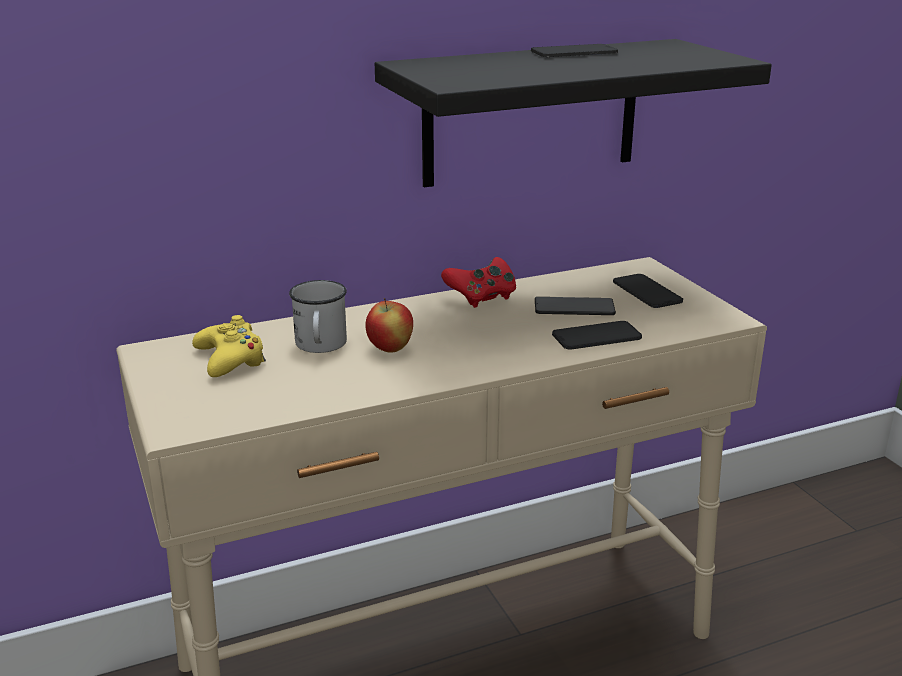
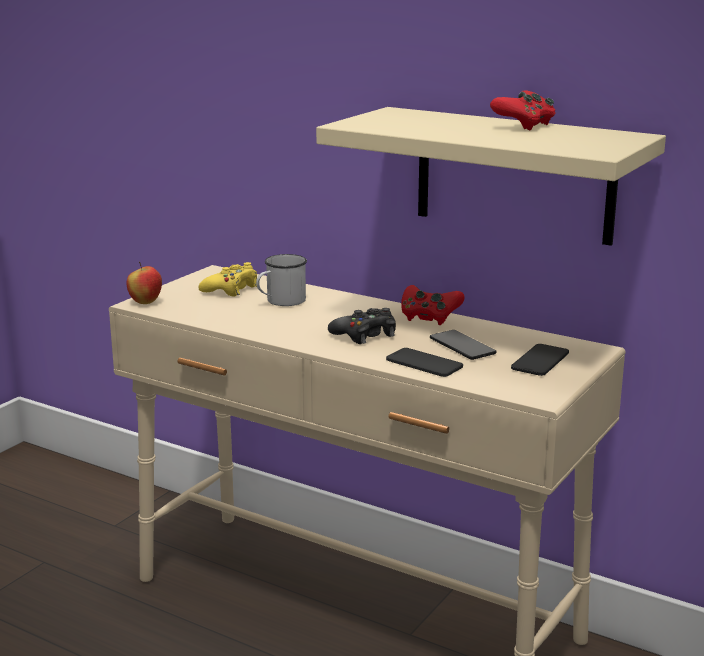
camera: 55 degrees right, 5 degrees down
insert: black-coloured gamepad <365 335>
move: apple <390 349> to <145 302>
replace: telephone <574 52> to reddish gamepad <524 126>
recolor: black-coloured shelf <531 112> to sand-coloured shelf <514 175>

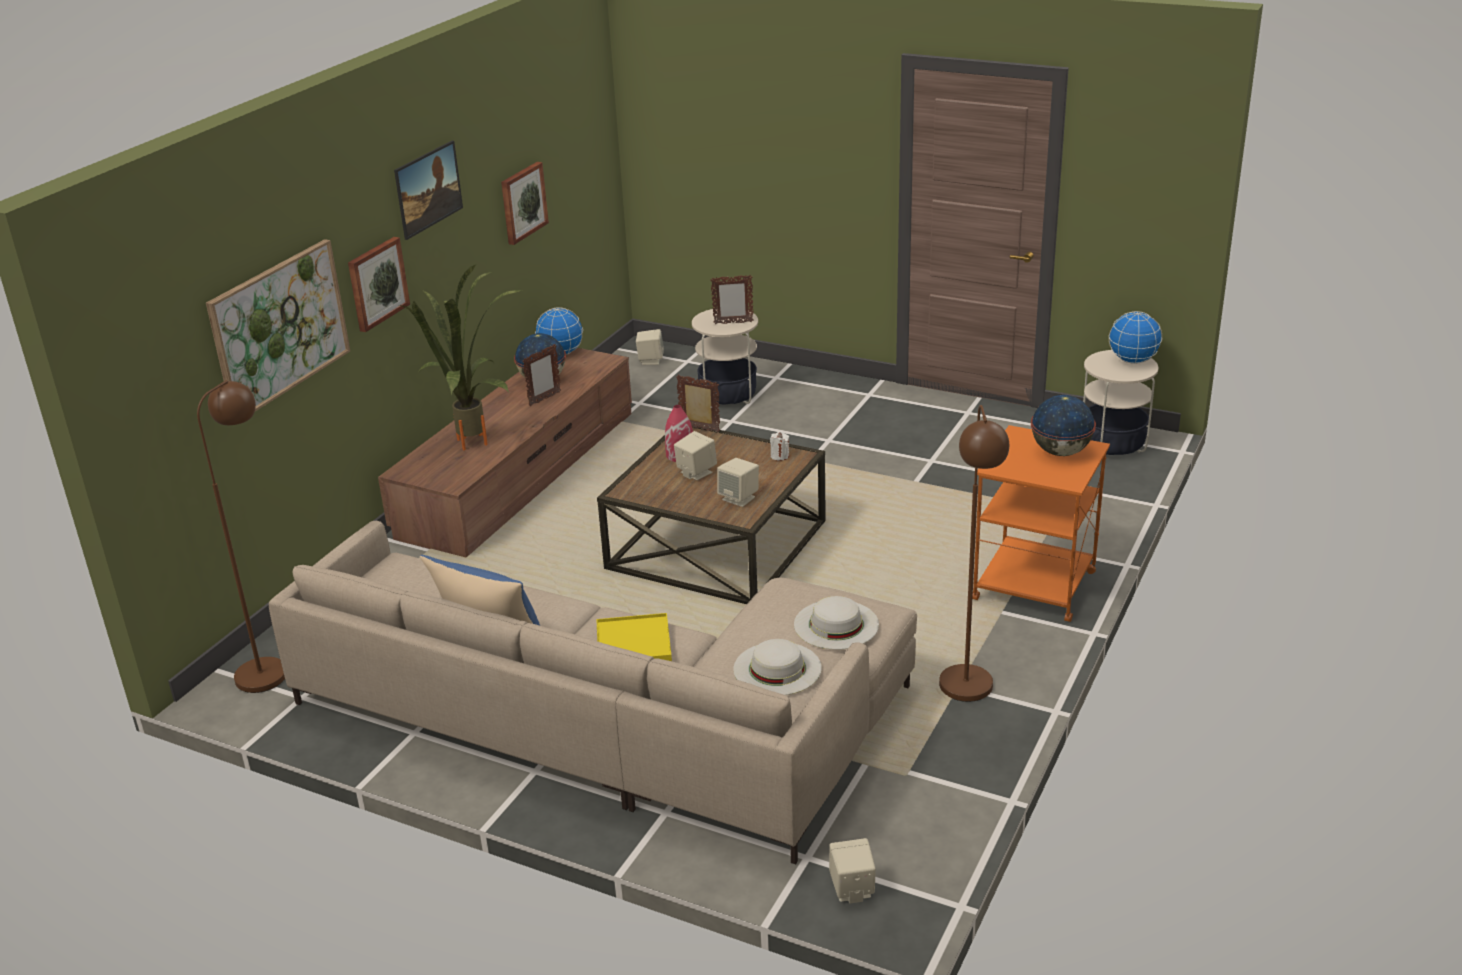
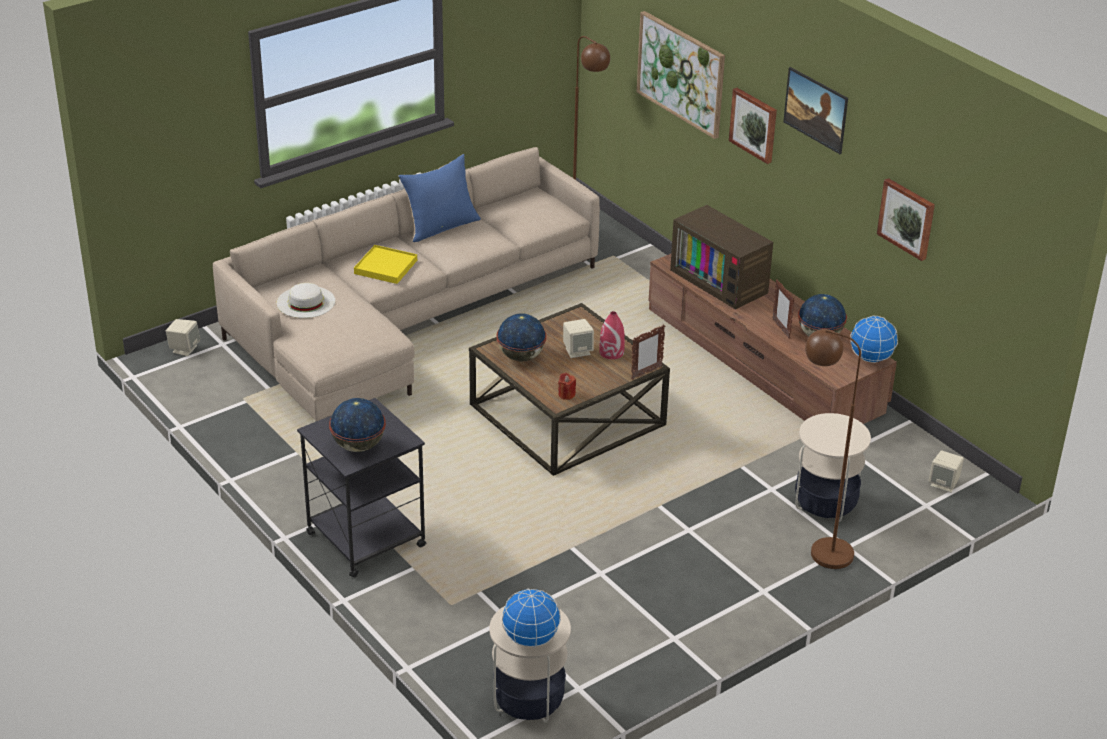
camera: 115 degrees right, 5 degrees up
delete: photo frame <733 323>; white wearable hat <836 624>
move: brownish standing lamp <968 696> to <819 551>
replace: potted plant <471 447> to TV set <721 281>; sand-coloured speaker <739 498> to globe <521 357>
recolor: white candle <780 456> to reddish candle <566 394>; orangey wheeled cart <1034 587> to black-coloured wheeled cart <365 538>

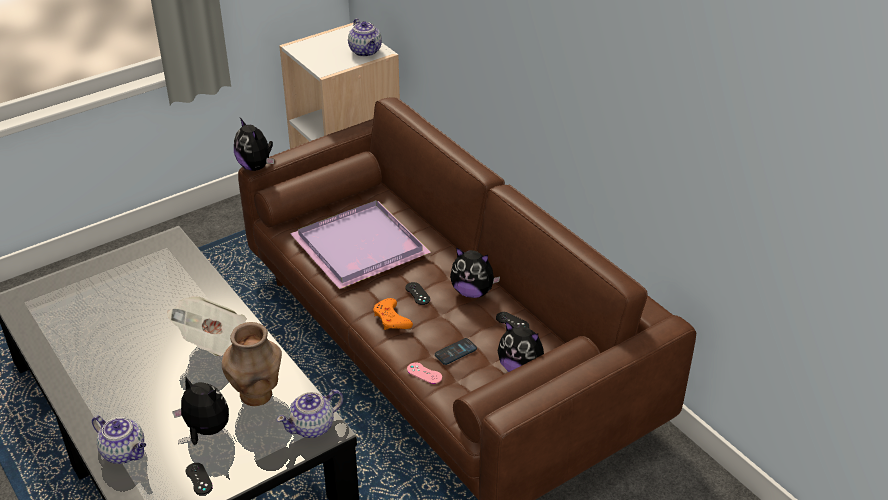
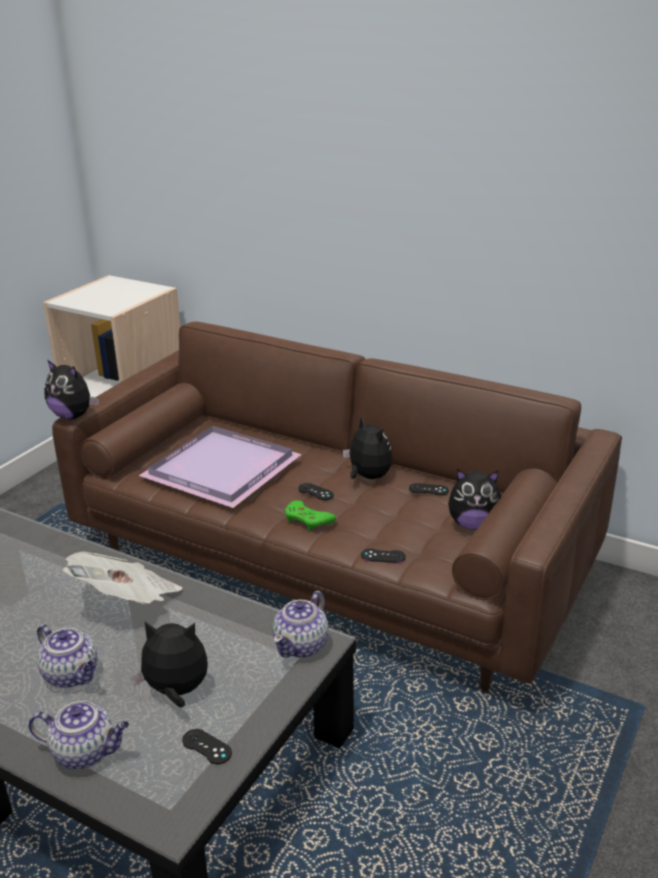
camera: 25 degrees left, 10 degrees down
delete: brownish vase <257 395>; telephone <455 352>
move: tea pot <366 52> to <72 675>
recolor: orangey gamepad <391 319> to green gamepad <308 520>; pink-coloured gamepad <424 373> to black-coloured gamepad <383 556>
rotate: soft toy <472 292> = <367 477> 120 degrees counterclockwise

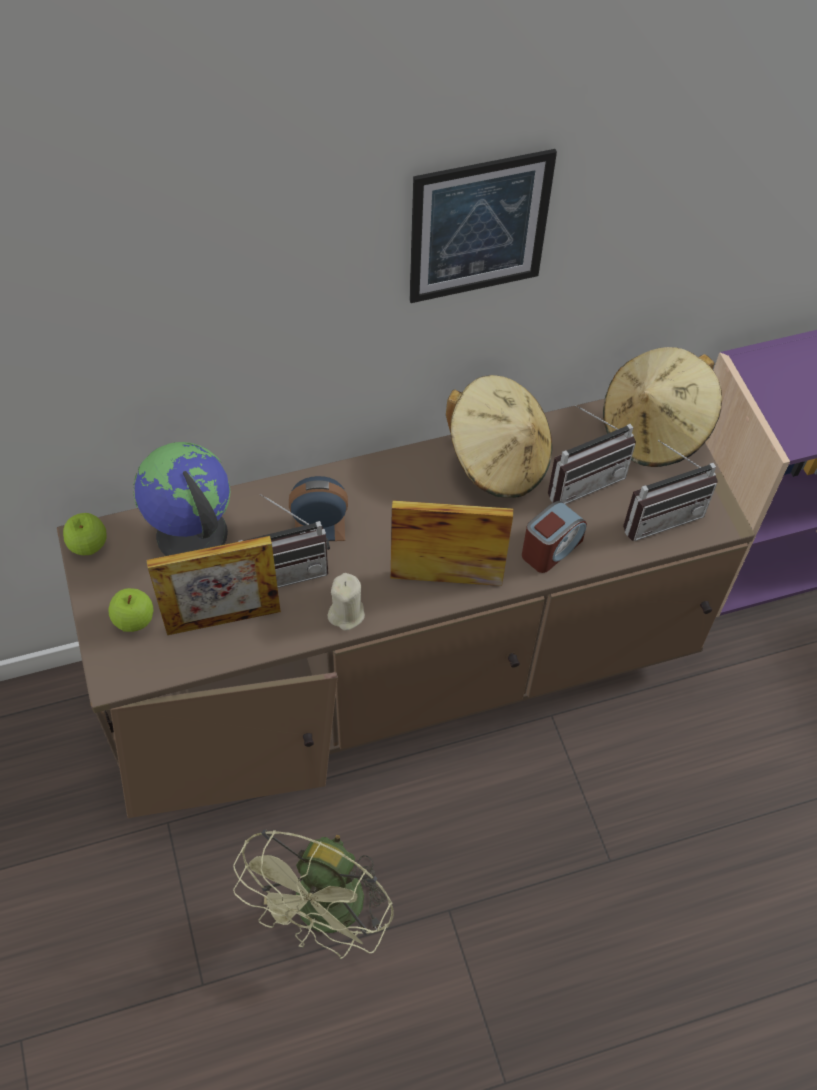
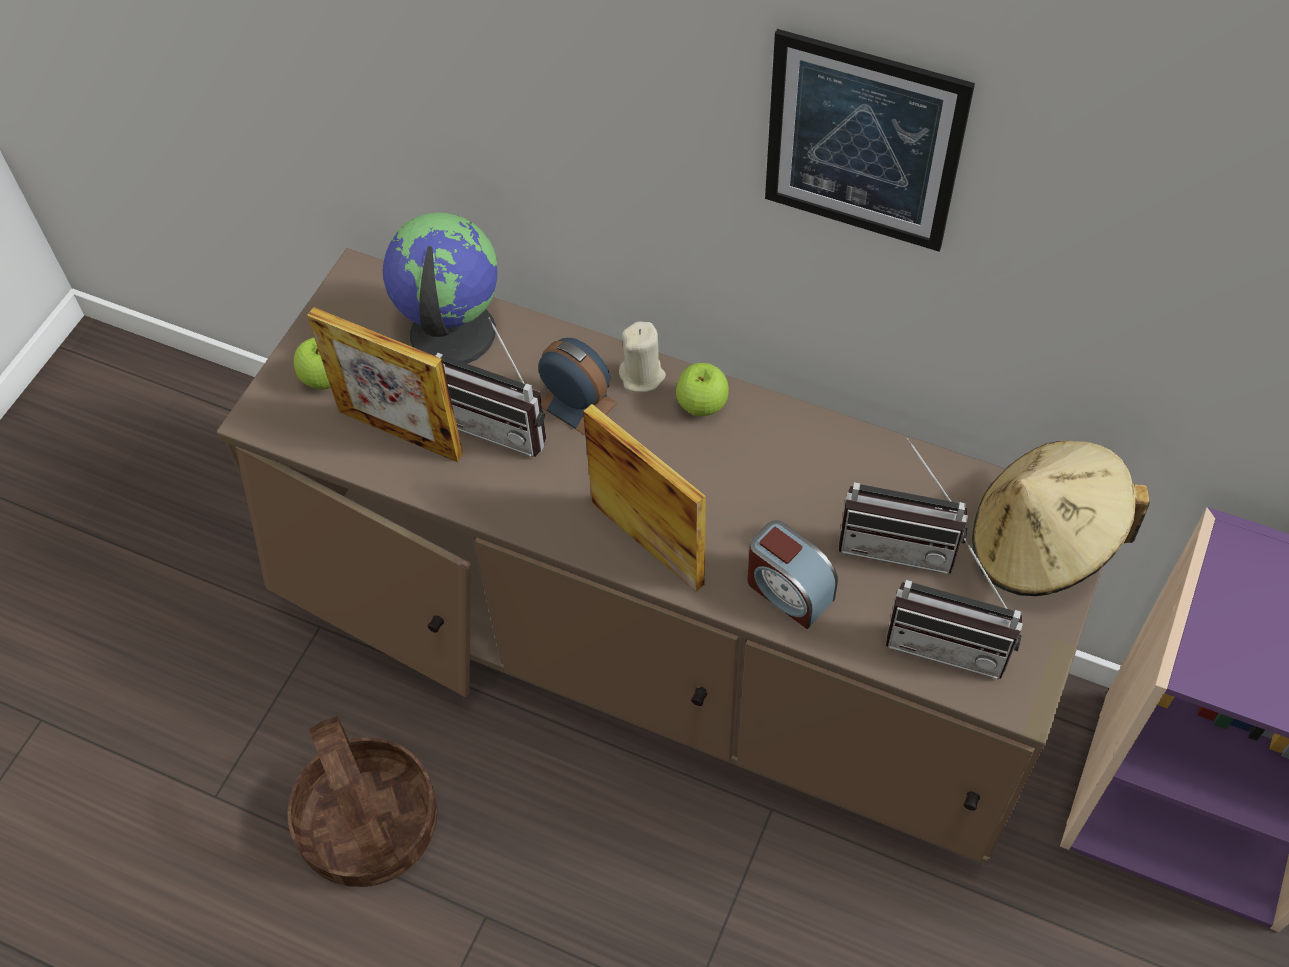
camera: 45 degrees right, 0 degrees up
delete: sand-coloured wearable hat <498 459>
move: apple <88 545> to <702 405>; sand-coloured candle <346 613> to <642 375>
replace: green electric fan <325 916> to basket <371 825>
rotate: alarm clock <551 548> = <788 590> 45 degrees clockwise

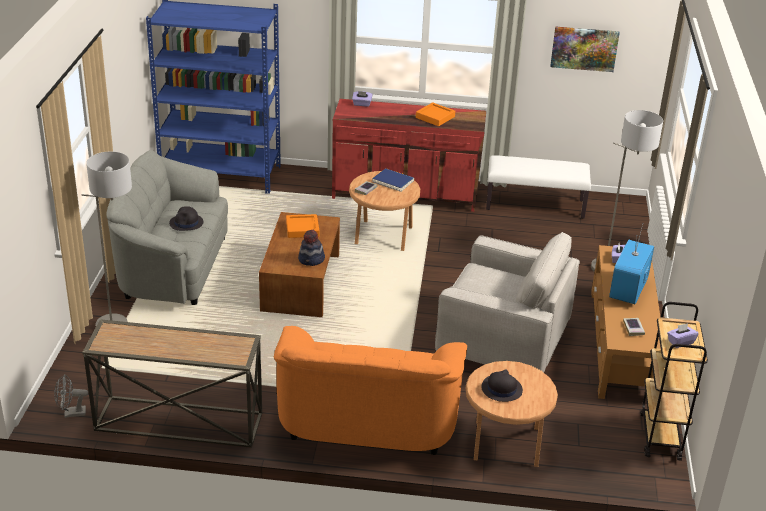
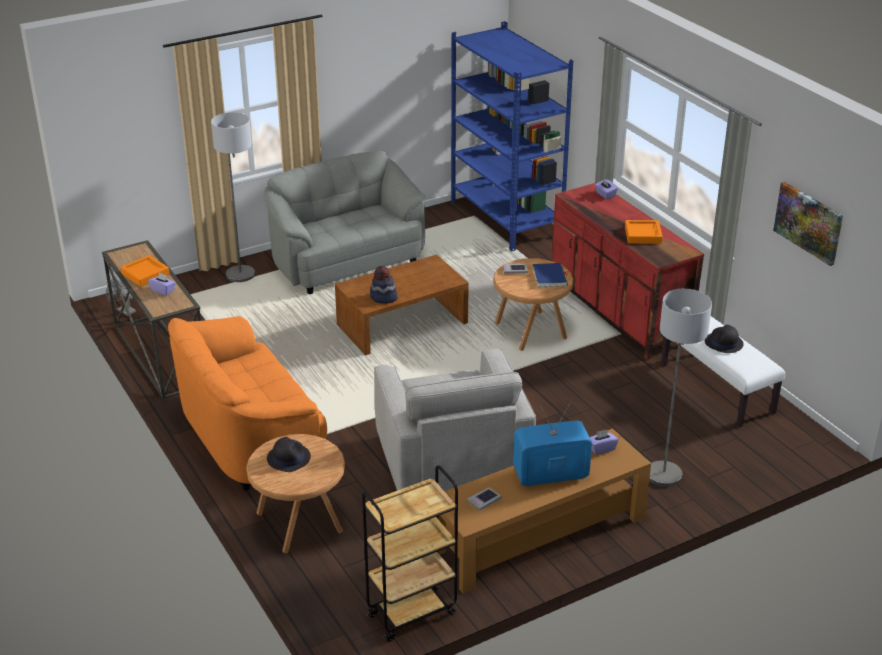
camera: 55 degrees right, 0 degrees up
move: black-coloured wearable hat <186 223> to <723 343>; orangey serving tray <302 229> to <145 274>; purple-coloured tissue holder <680 342> to <163 290>

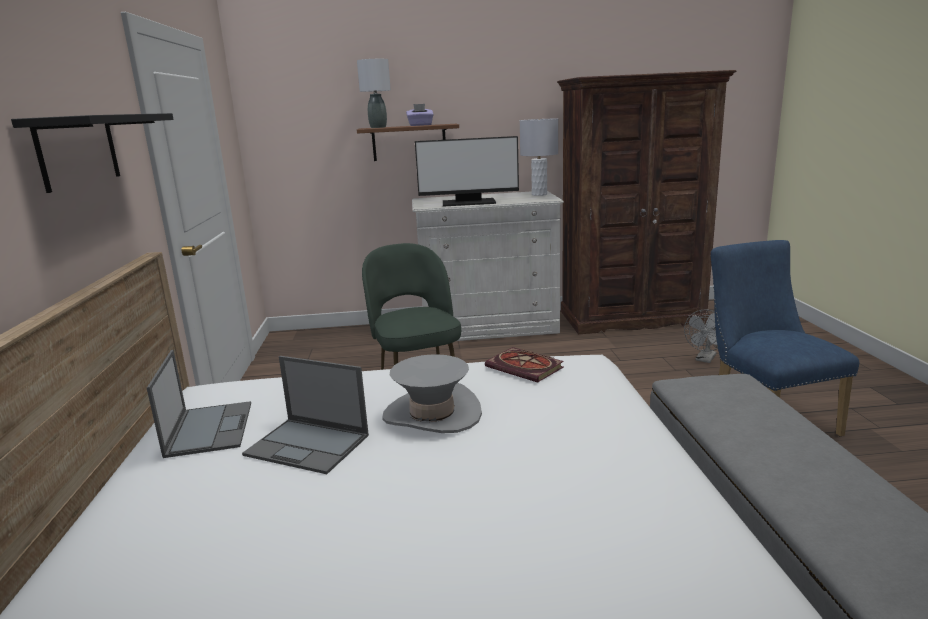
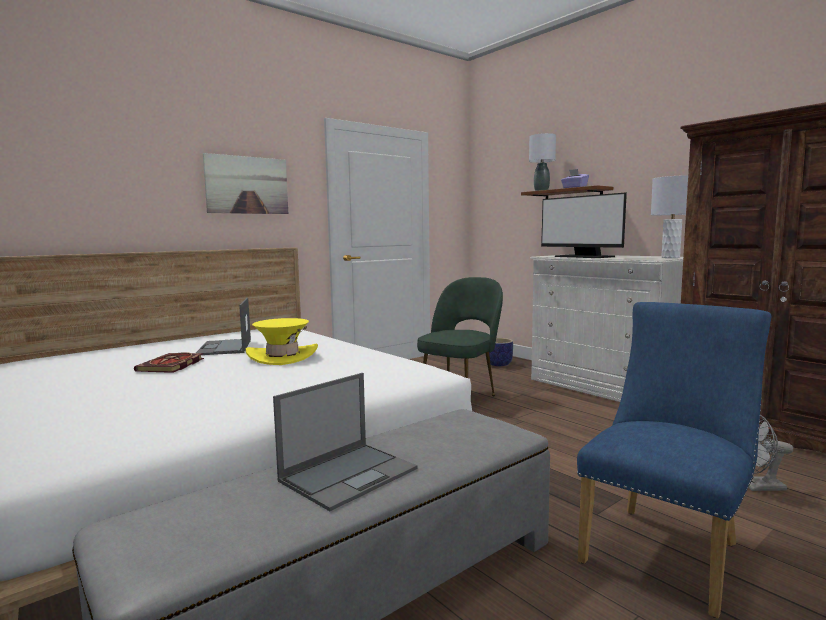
camera: 55 degrees right, 10 degrees down
insert: flower pot <499 364>
move: laptop <209 428> to <349 474>; book <526 367> to <171 366>
replace: black-coloured shelf <78 151> to wall art <247 185>
recolor: grey wearable hat <432 414> to yellow wearable hat <282 356>

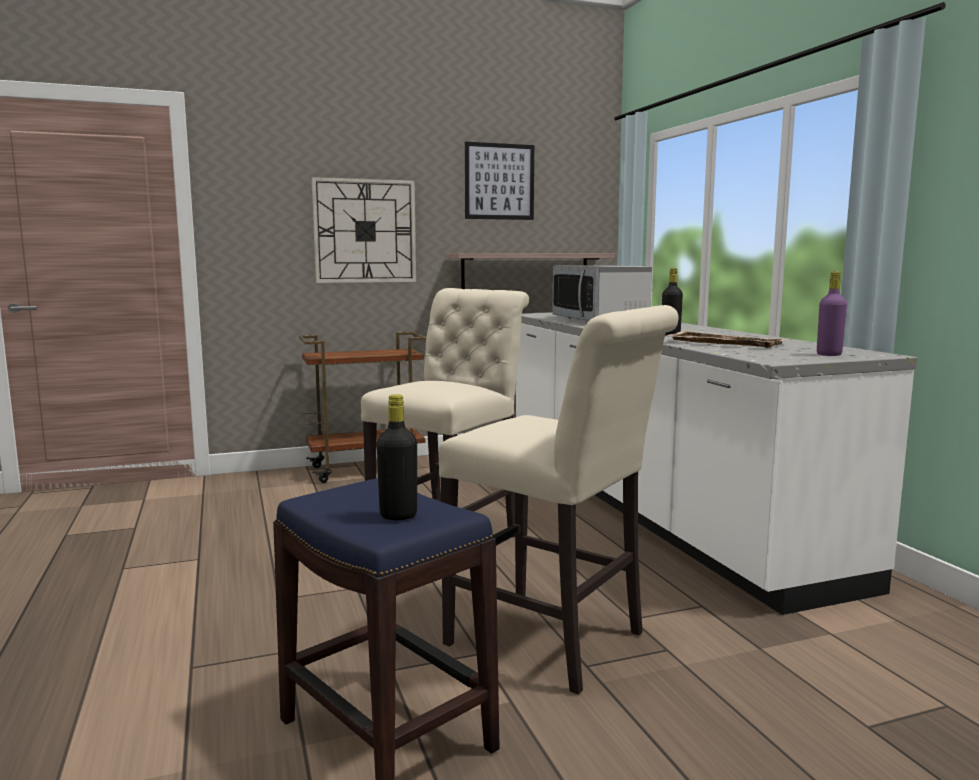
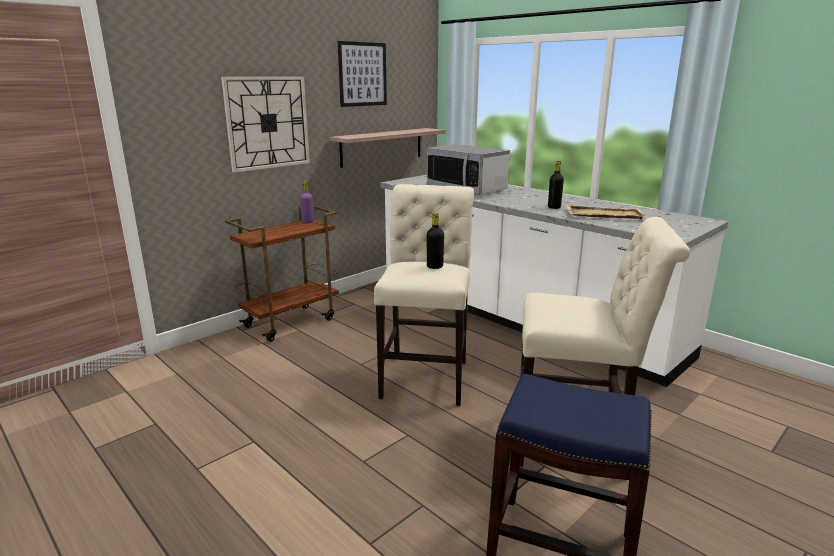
camera: 25 degrees left, 10 degrees up
move: black-coloured drink bottle <398 515> to <435 266>; purple-coloured drink bottle <829 354> to <307 222>

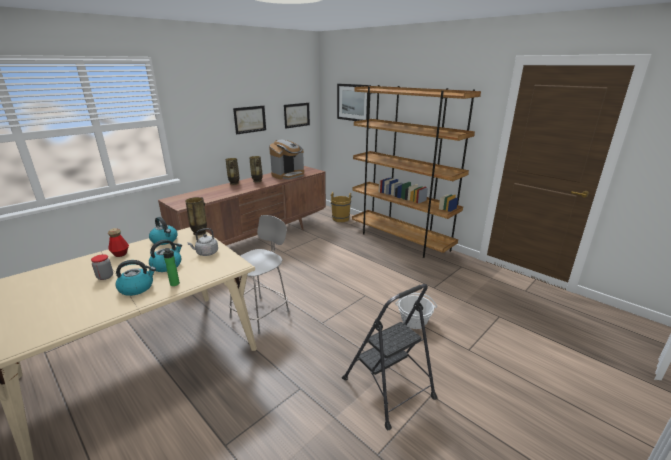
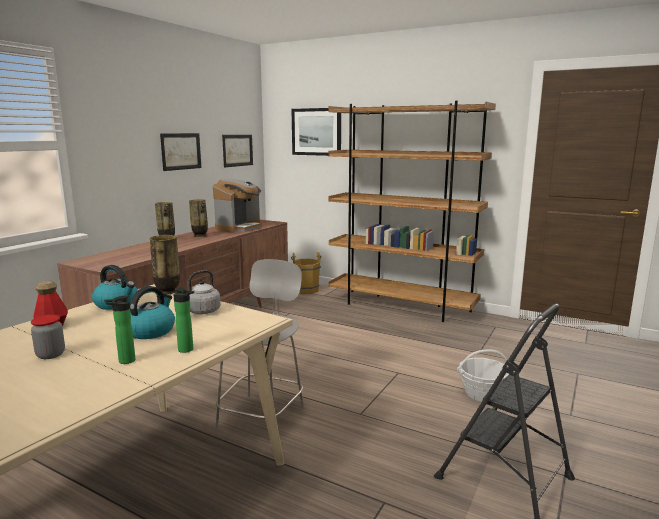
camera: 15 degrees left, 10 degrees down
replace: water kettle <137 288> to drink bottle <124 361>

